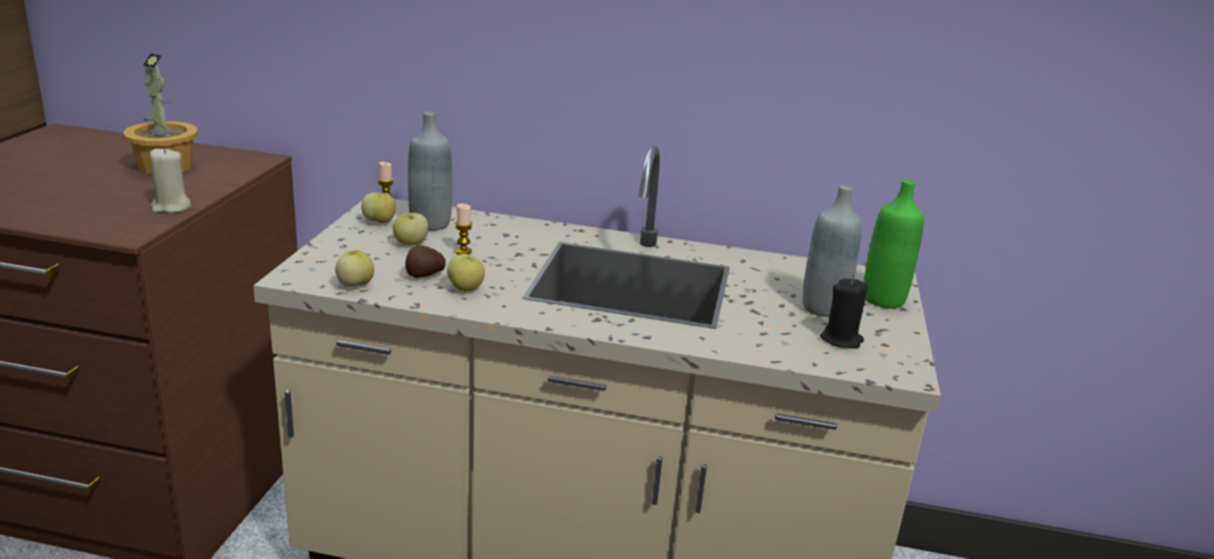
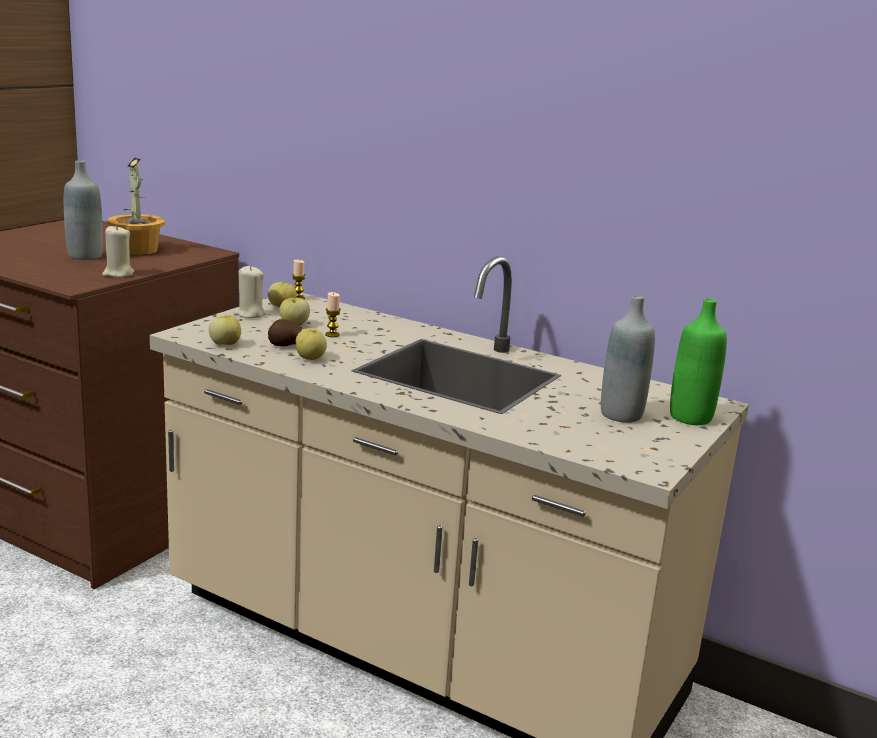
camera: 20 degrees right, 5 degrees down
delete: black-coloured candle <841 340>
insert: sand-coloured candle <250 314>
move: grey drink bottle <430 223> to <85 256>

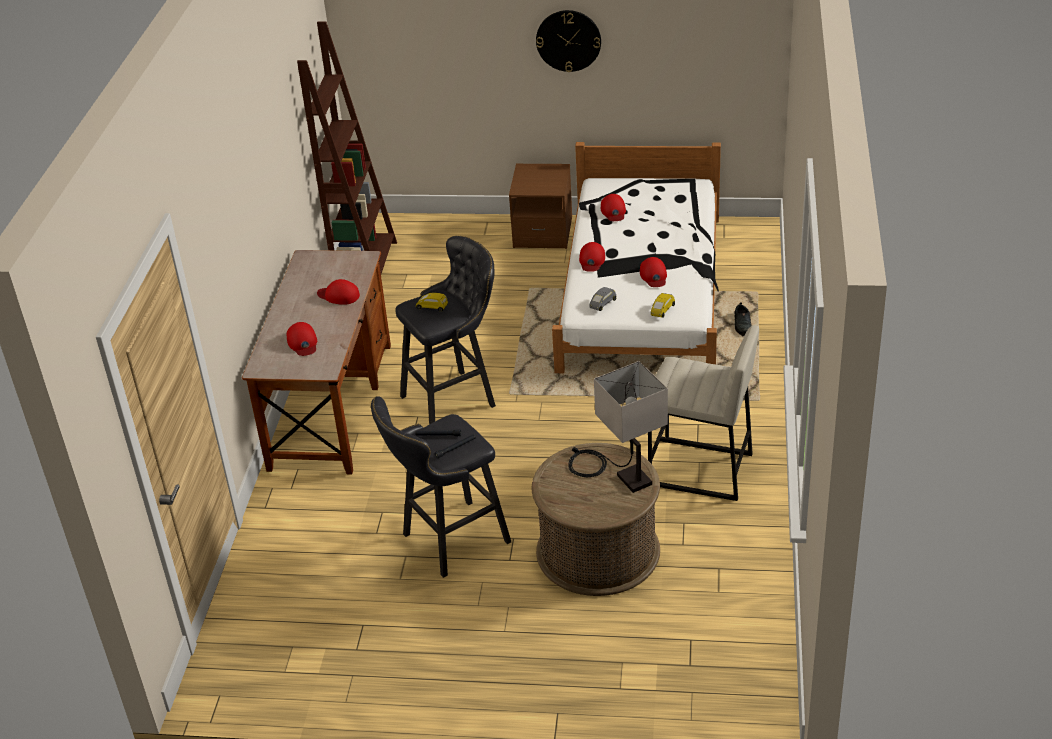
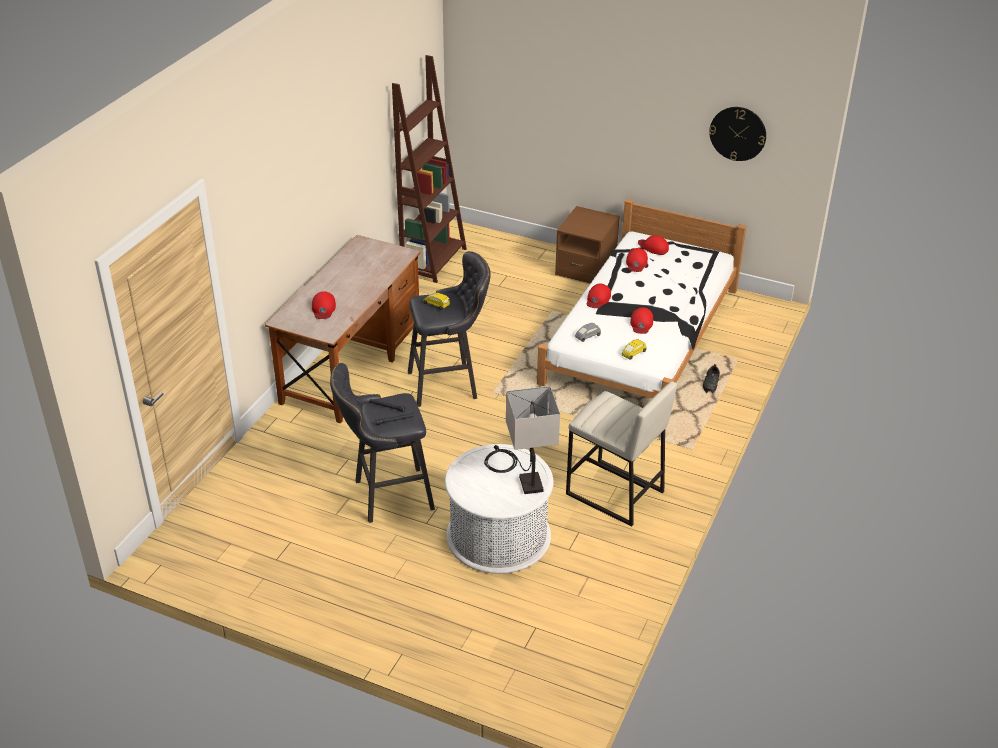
camera: 15 degrees right, 0 degrees up
move: reddish peaked cap <339 295> to <653 247>; clock on the wall <568 40> to <738 133>
recolor: brownish lounge table <598 551> to white lounge table <498 536>

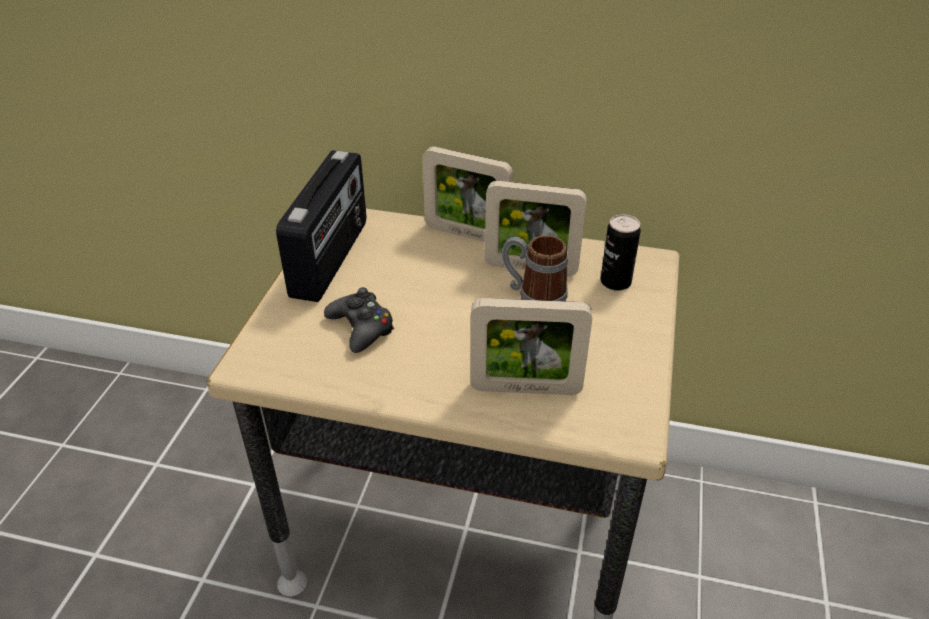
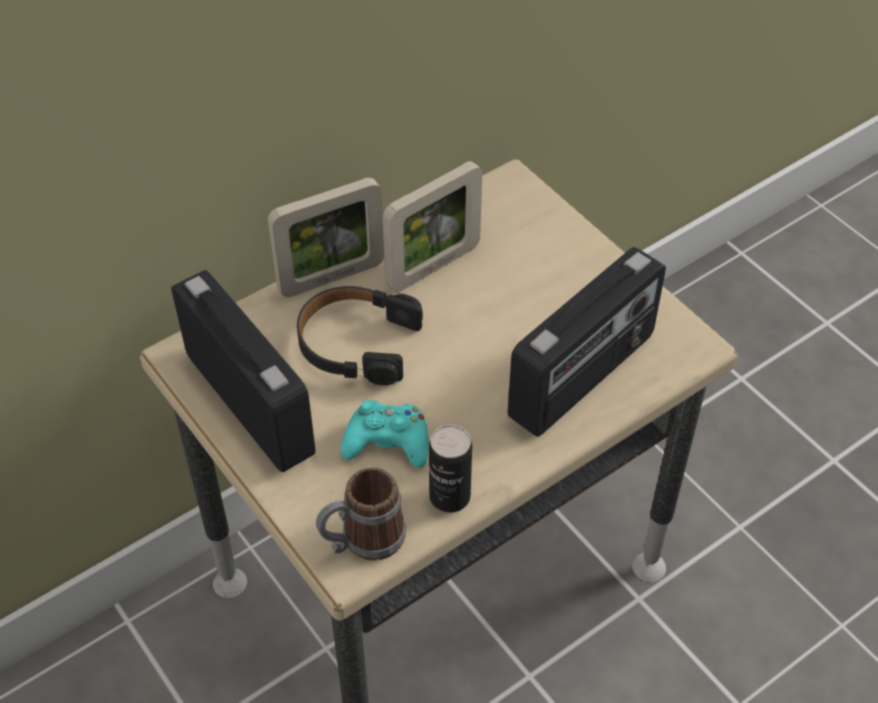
camera: 50 degrees left, 10 degrees up
insert: black-coloured pair of headphones <357 343>
move: mug <533 295> to <362 540>; can <615 282> to <450 496>
replace: photo frame <525 388> to radio receiver <583 377>
recolor: black-coloured gamepad <361 328> to turquoise-coloured gamepad <387 442>

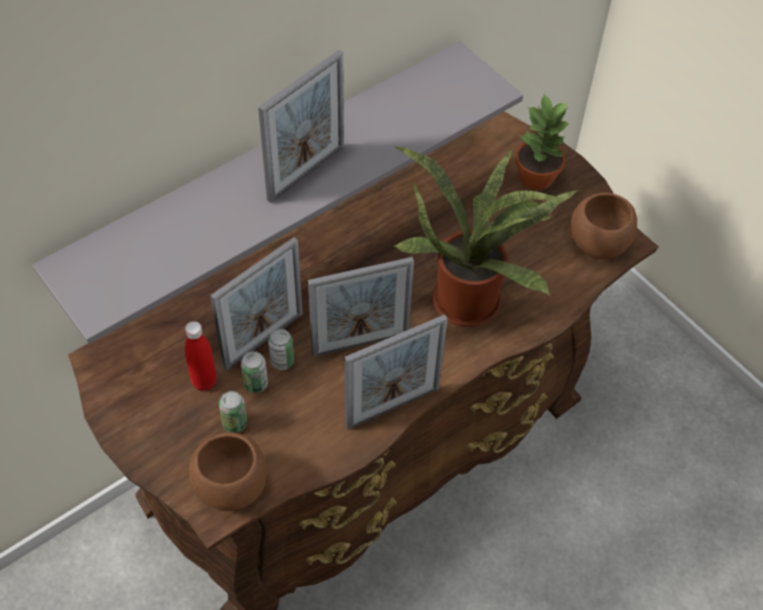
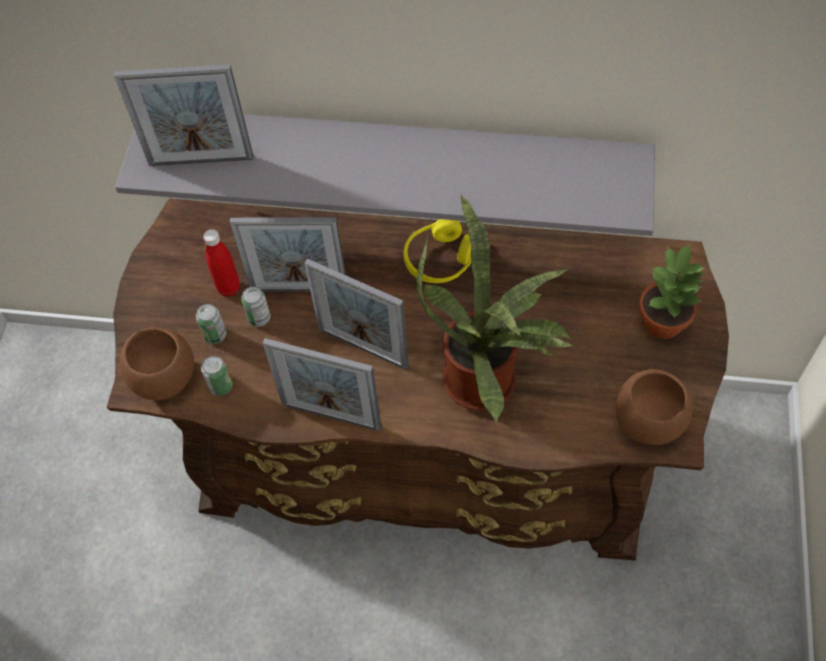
camera: 50 degrees right, 5 degrees up
insert: yellow pair of headphones <440 260>
move: photo frame <306 173> to <201 161>; can <282 361> to <221 386>

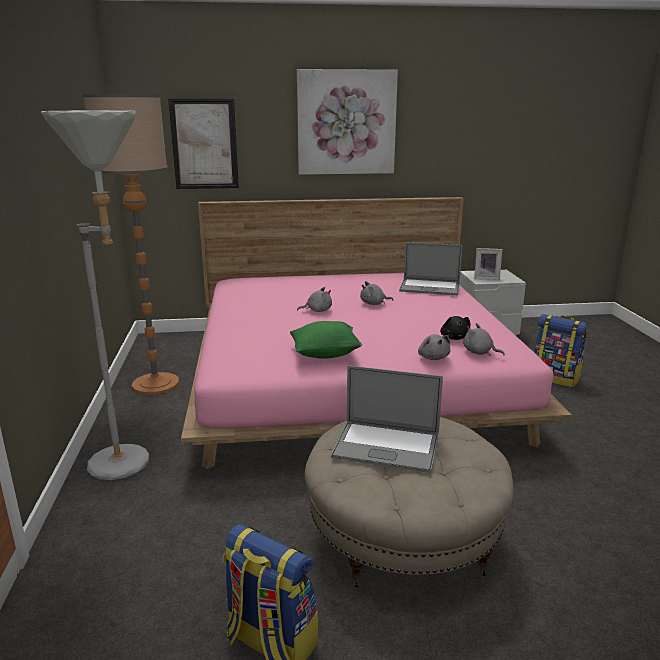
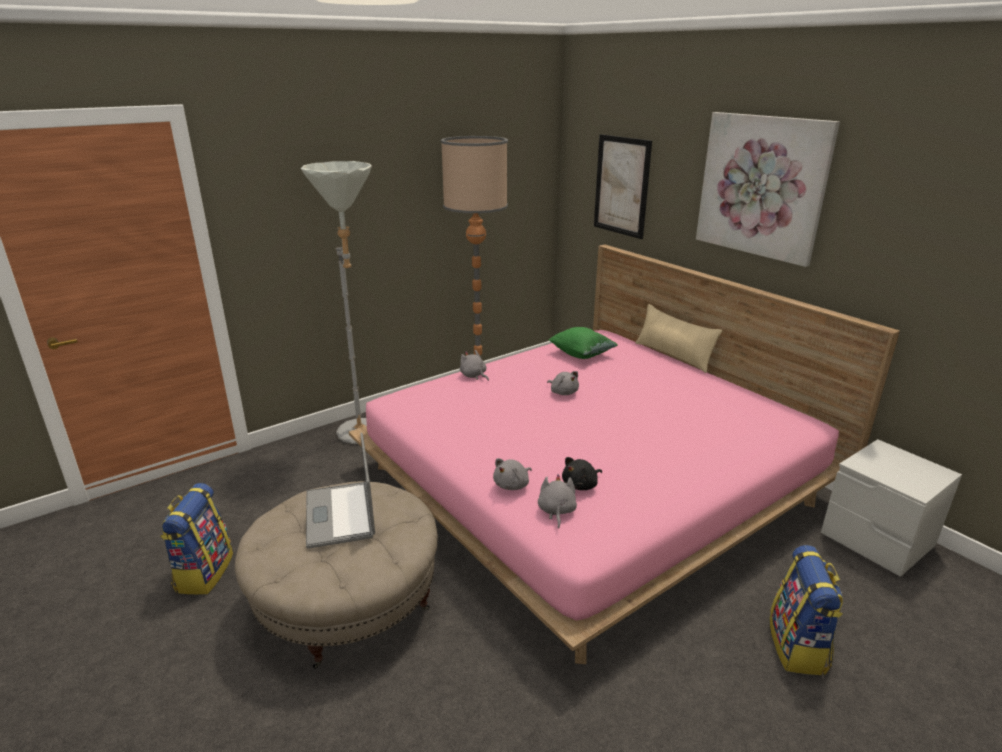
camera: 60 degrees right, 5 degrees up
delete: laptop <429 287>; photo frame <486 278>
insert: sand-coloured cushion <673 356>
move: green cushion <325 354> to <581 354>; grey soft toy <374 304> to <474 376>

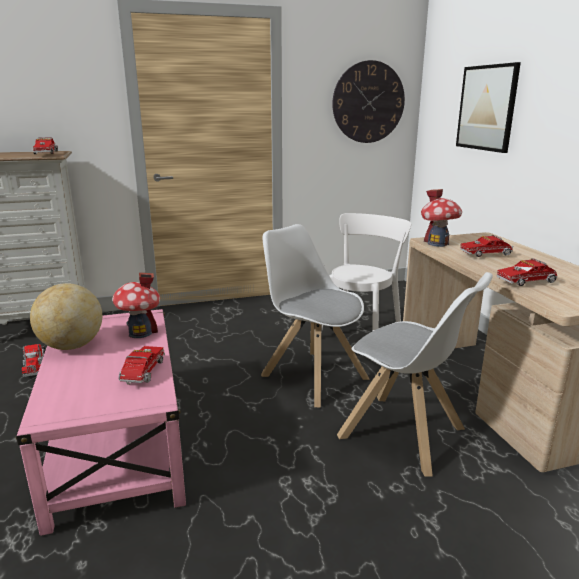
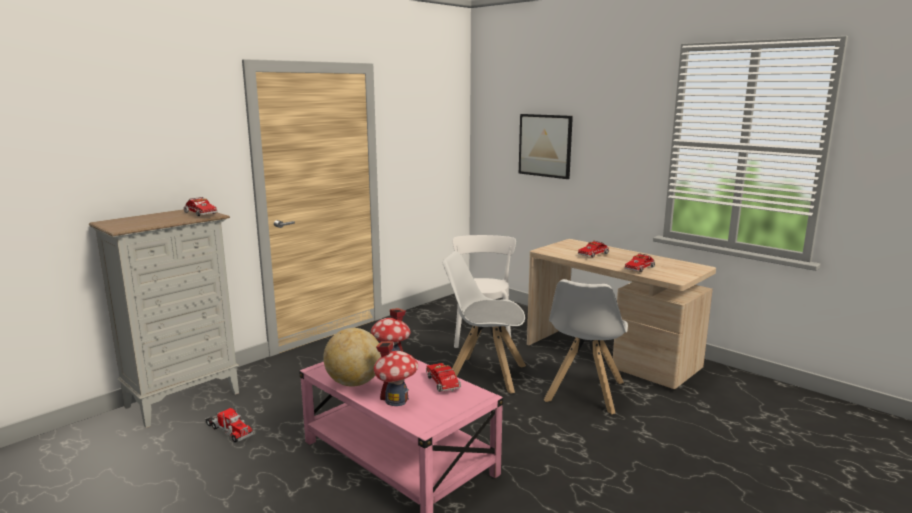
camera: 30 degrees left, 5 degrees down
delete: clock on the wall <368 102>
move: model house <438 243> to <396 400>
rotate: upright chair <405 434> = <583 393> 105 degrees clockwise

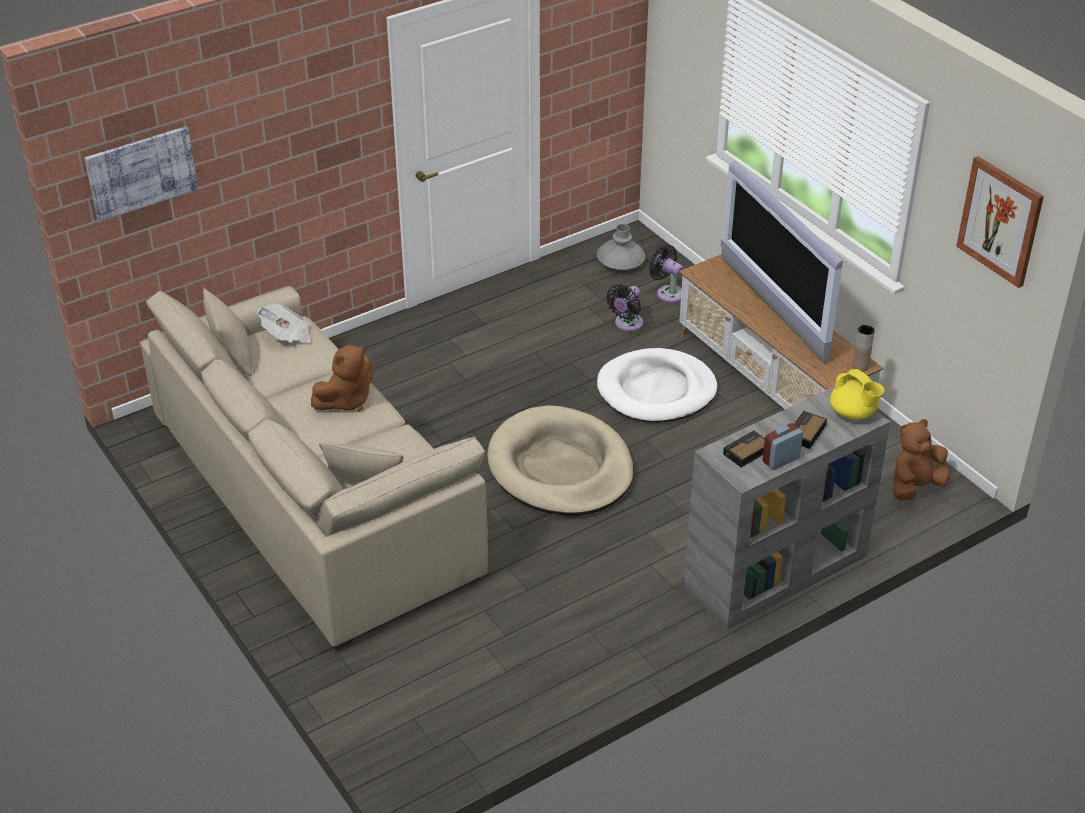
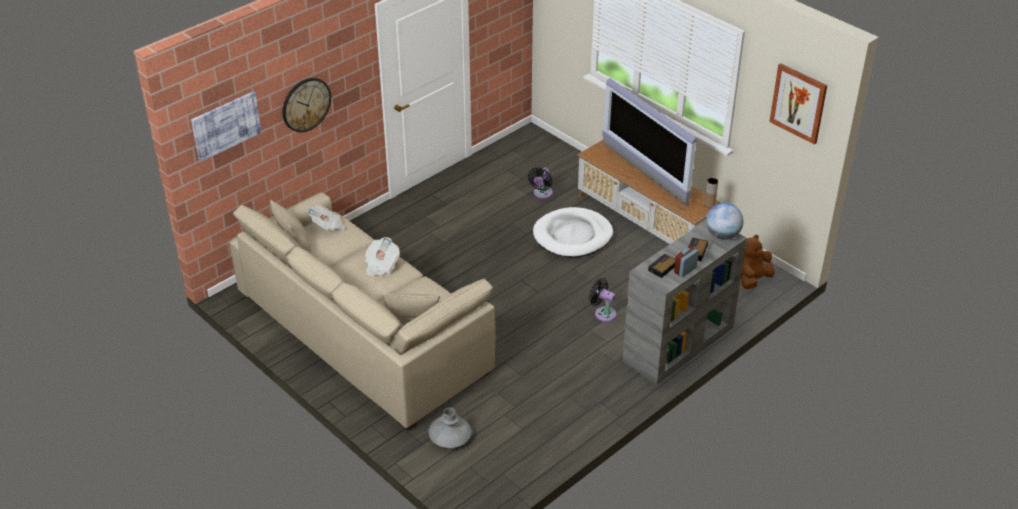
camera: 10 degrees left, 0 degrees up
delete: sand-coloured dog cushion <560 468>
insert: clock on the wall <306 104>
move: grey vase <620 262> to <450 437>; black-coloured electric fan <668 292> to <603 313>
replace: brownish soft toy <346 401> to newspaper <381 265>; yellow tea pot <853 413> to globe <722 235>

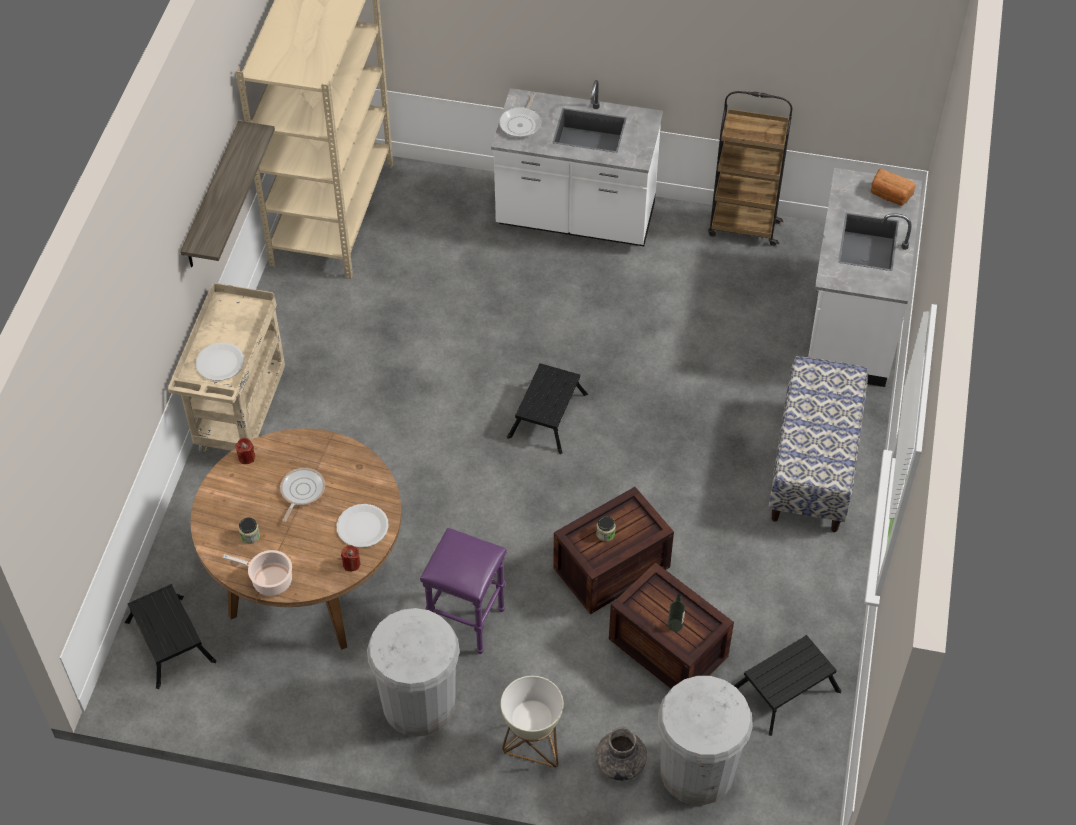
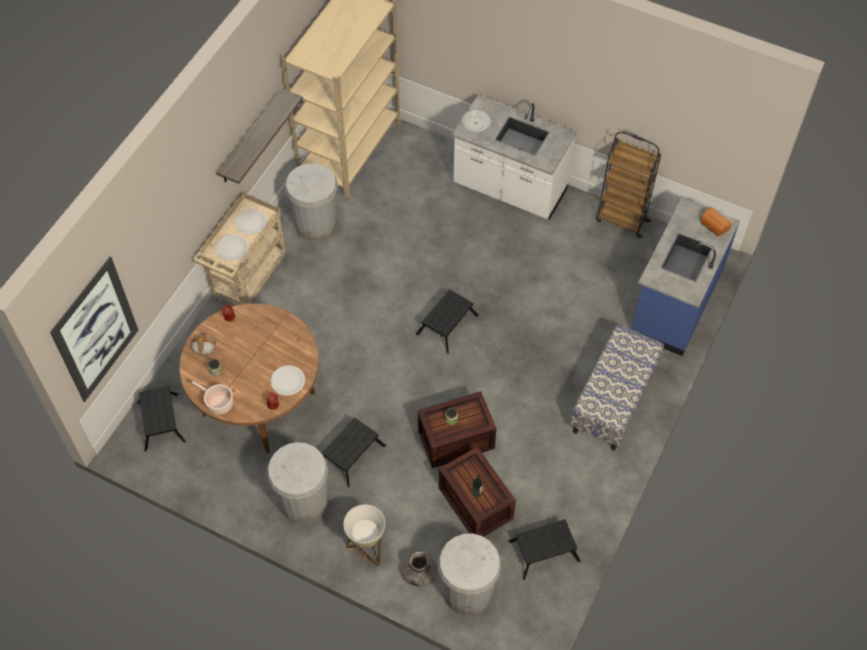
camera: 15 degrees right, 5 degrees up
delete: pan <301 491>
insert: wall art <96 330>; bakery bread <203 345>; white flat dish <251 222>; white waste bin <316 224>
replace: purple-coloured sitting stool <467 623> to black-coloured step stool <351 455>
recolor: white counter <851 321> to blue counter <674 303>

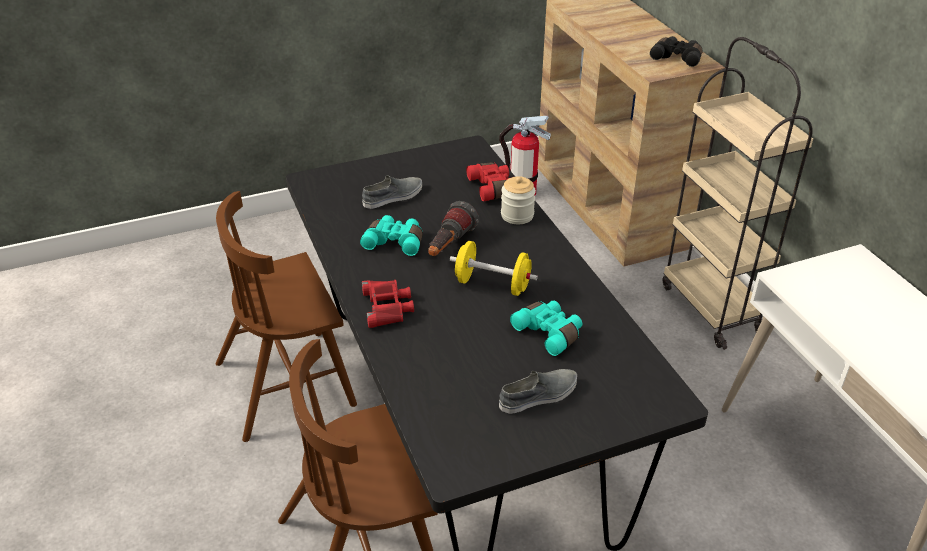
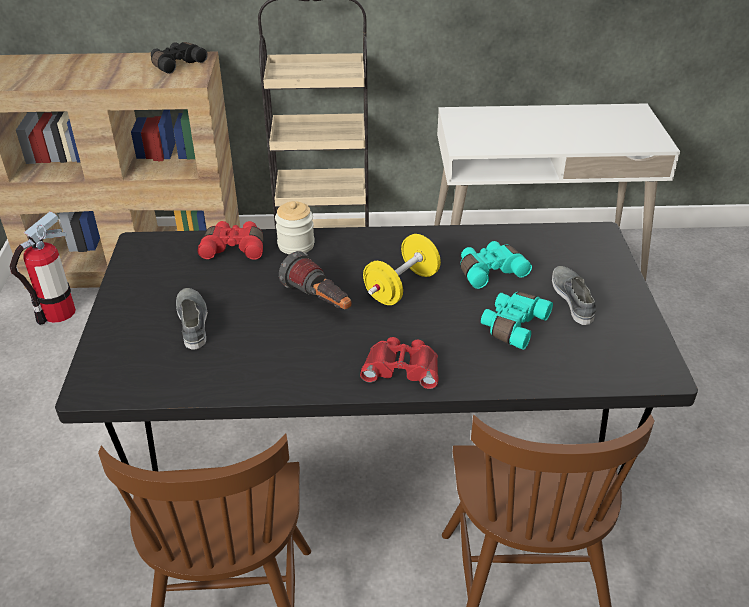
camera: 70 degrees left, 0 degrees up
move: turquoise-coloured pair of binoculars <395 241> to <512 325>

